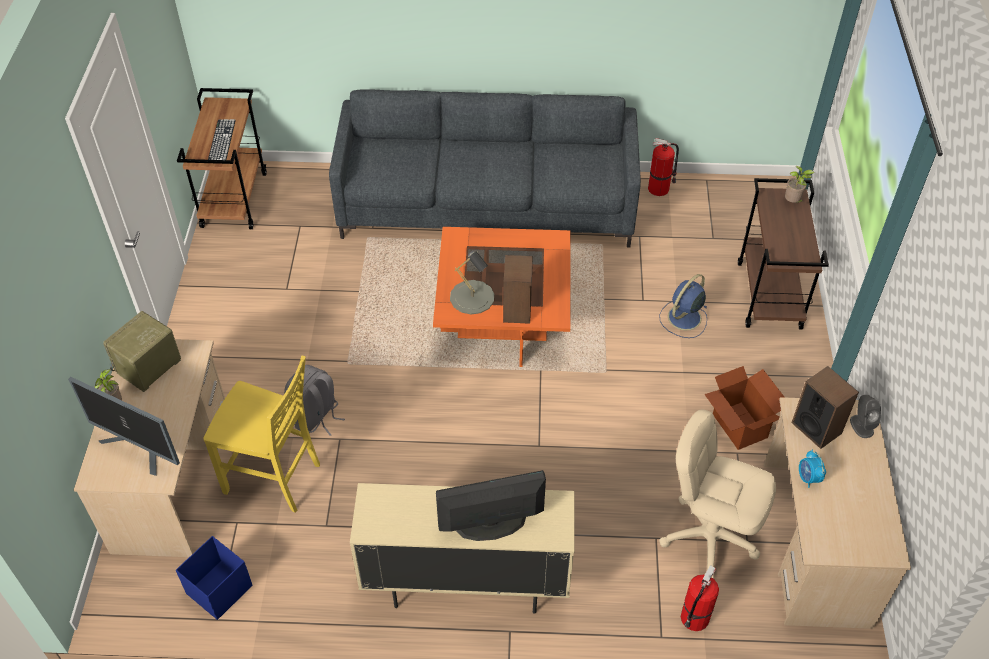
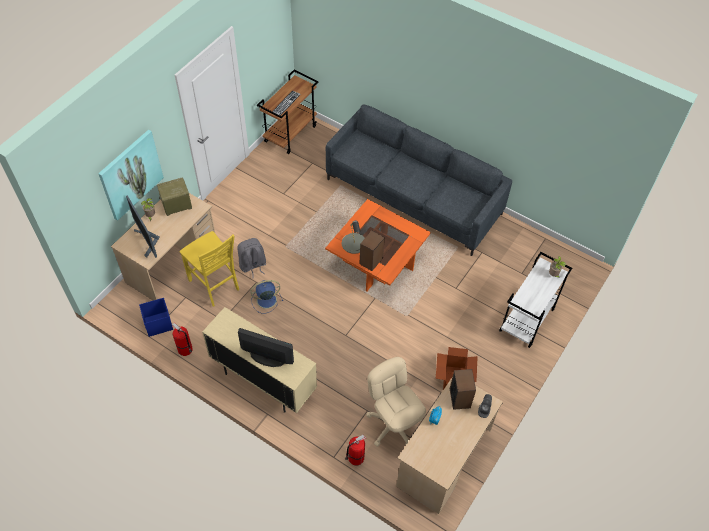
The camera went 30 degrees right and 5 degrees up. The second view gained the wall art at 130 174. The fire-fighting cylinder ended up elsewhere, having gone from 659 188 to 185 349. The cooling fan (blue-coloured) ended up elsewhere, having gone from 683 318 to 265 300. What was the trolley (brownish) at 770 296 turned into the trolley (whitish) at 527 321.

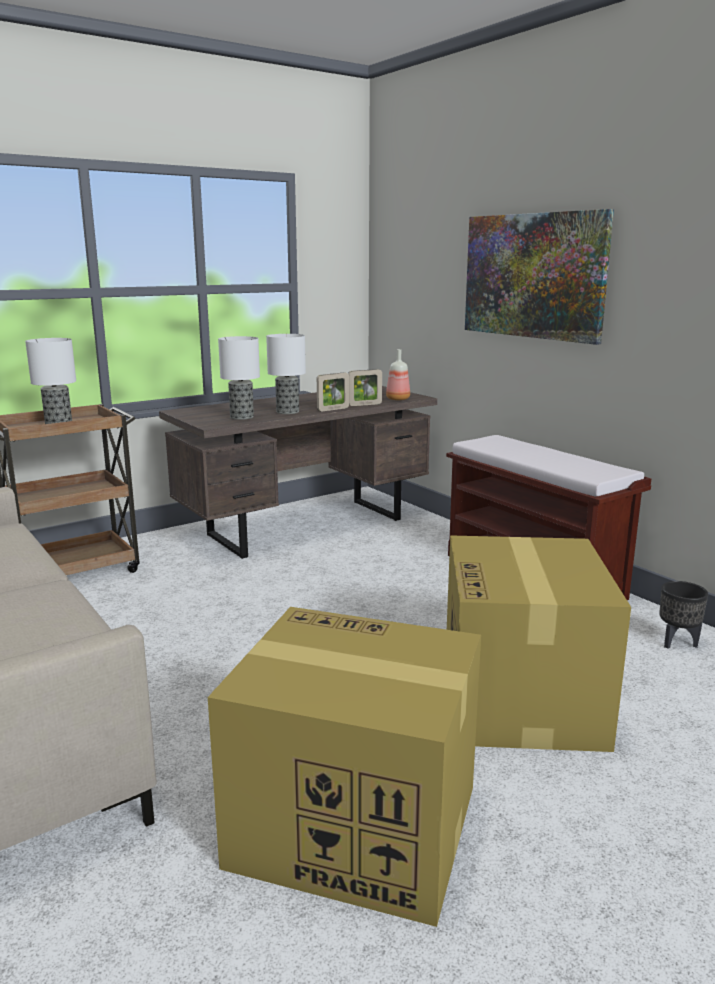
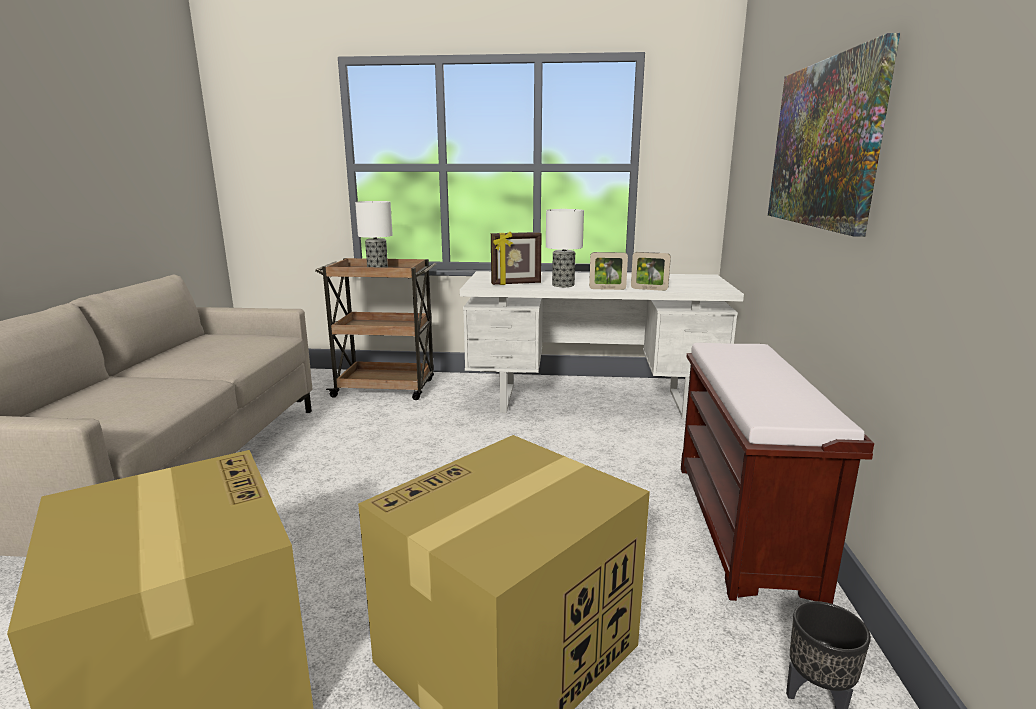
The camera went 40 degrees right and 0 degrees up. What was the desk table (brownish) at 307 526 turned into the desk table (whitish) at 593 401. Where the lamp for a table stood at 242 417, the picture frame came to stand at 516 283. The second view lost the bottle at 397 399.

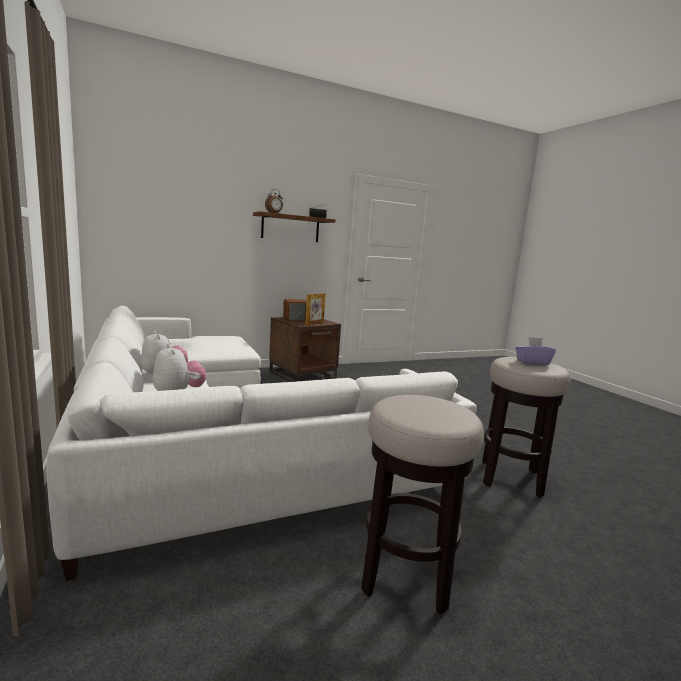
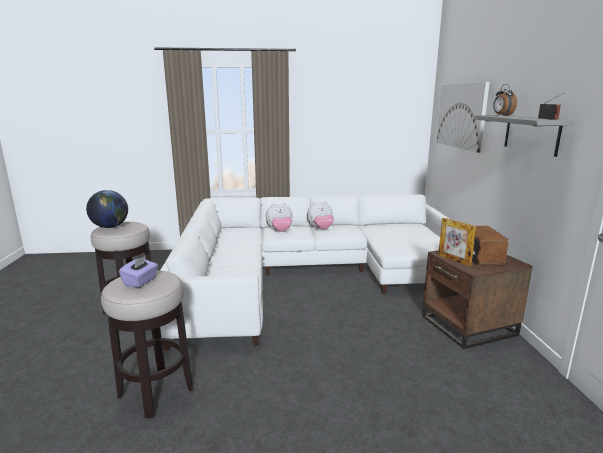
The camera went 110 degrees right and 5 degrees up. The second view gained the desk globe at 110 227. The second view gained the wall art at 461 115. What was the bracket shelf (brownish) at 290 228 turned into the bracket shelf (greyish) at 531 134.

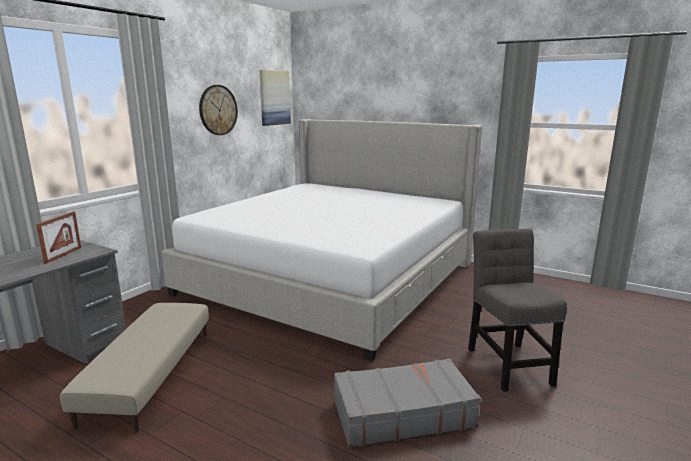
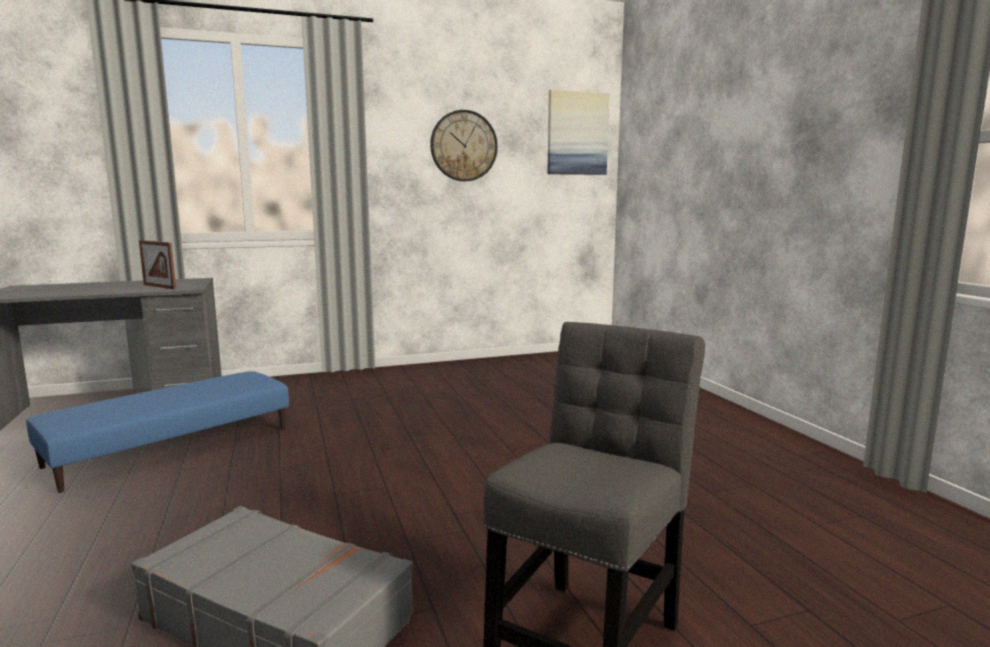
The camera went 40 degrees right and 5 degrees down. What was the pouffe (beige-coloured) at 150 374 turned into the pouffe (blue-coloured) at 171 446. The picture frame at 63 255 ended up facing another way, 75 degrees clockwise from before. The second view lost the bed at 332 278.

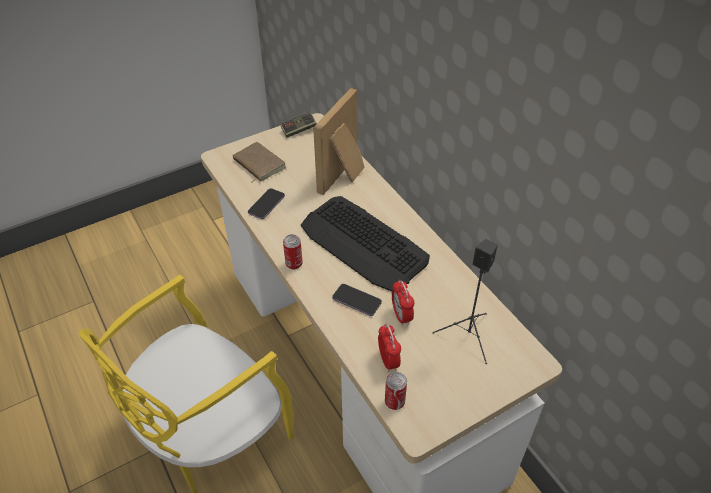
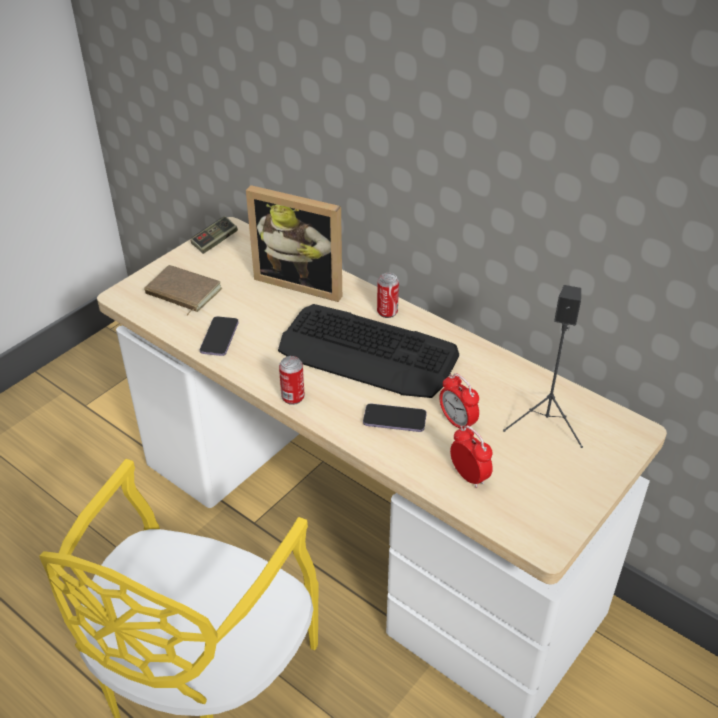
The camera went 20 degrees left and 5 degrees down. The picture frame at 344 175 ended up facing another way, 75 degrees counterclockwise from before. The can ended up elsewhere, having gone from 394 402 to 387 312.

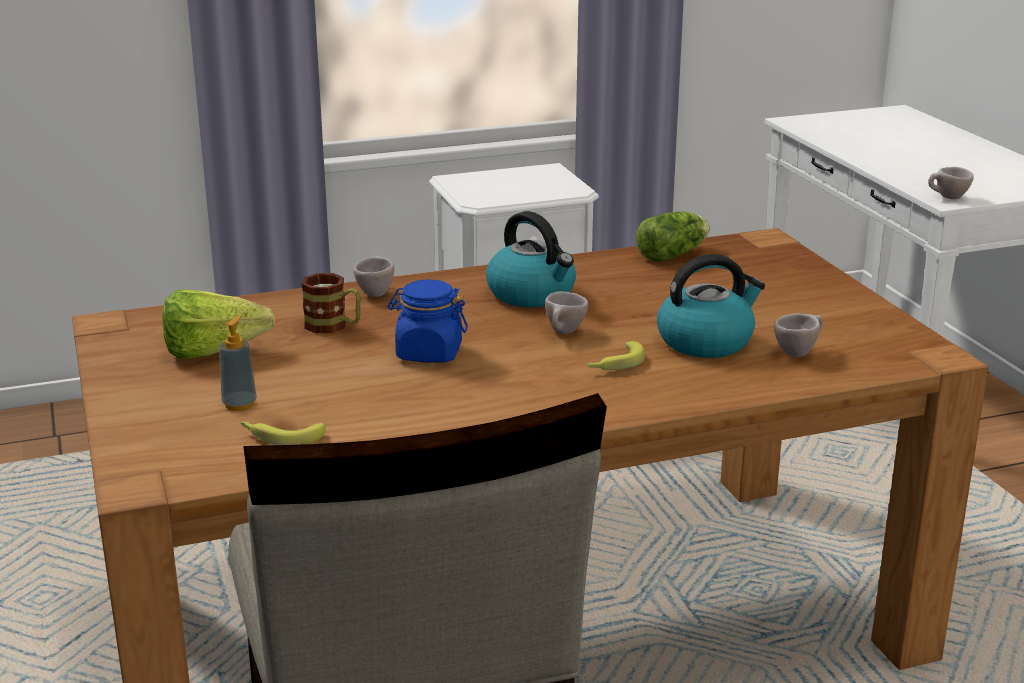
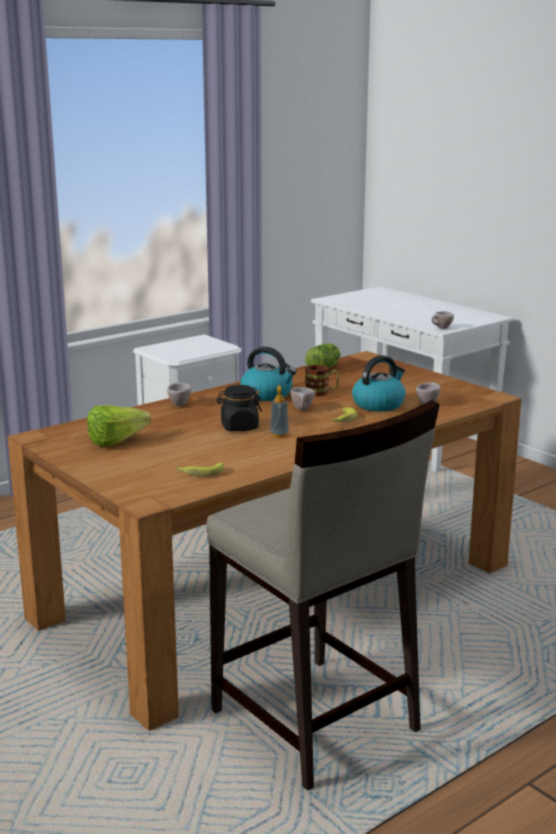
The camera went 20 degrees left and 5 degrees down. What was the jar (blue-coloured) at 428 353 turned into the jar (black-coloured) at 239 427. The liquid soap bottle ended up elsewhere, having gone from 239 404 to 279 434. The tea mug ended up elsewhere, having gone from 334 326 to 321 393.

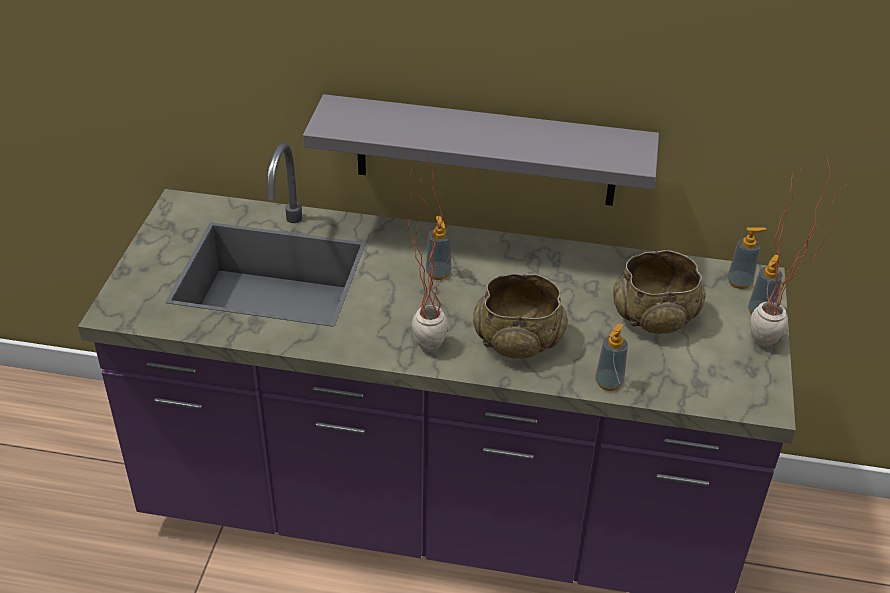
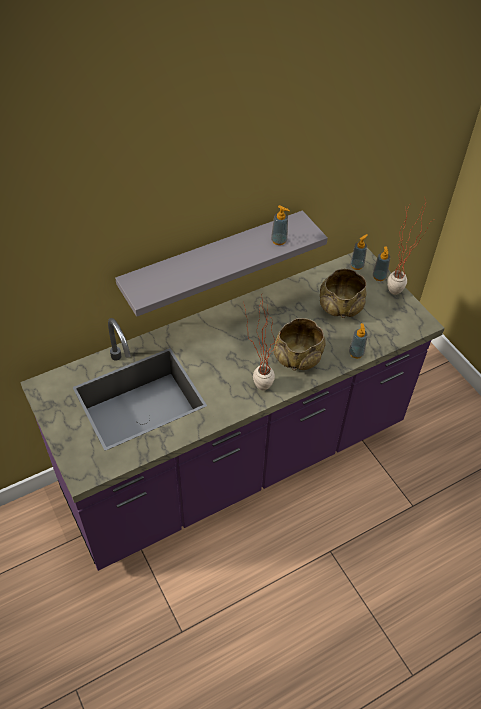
The camera went 40 degrees left and 10 degrees up. The liquid soap bottle ended up elsewhere, having gone from 438 273 to 279 240.

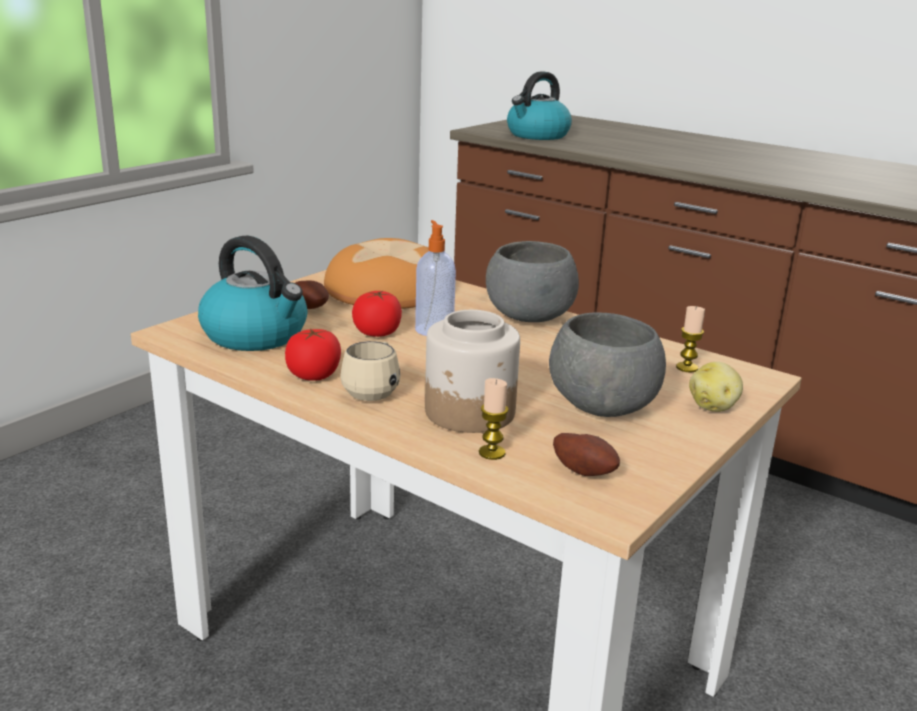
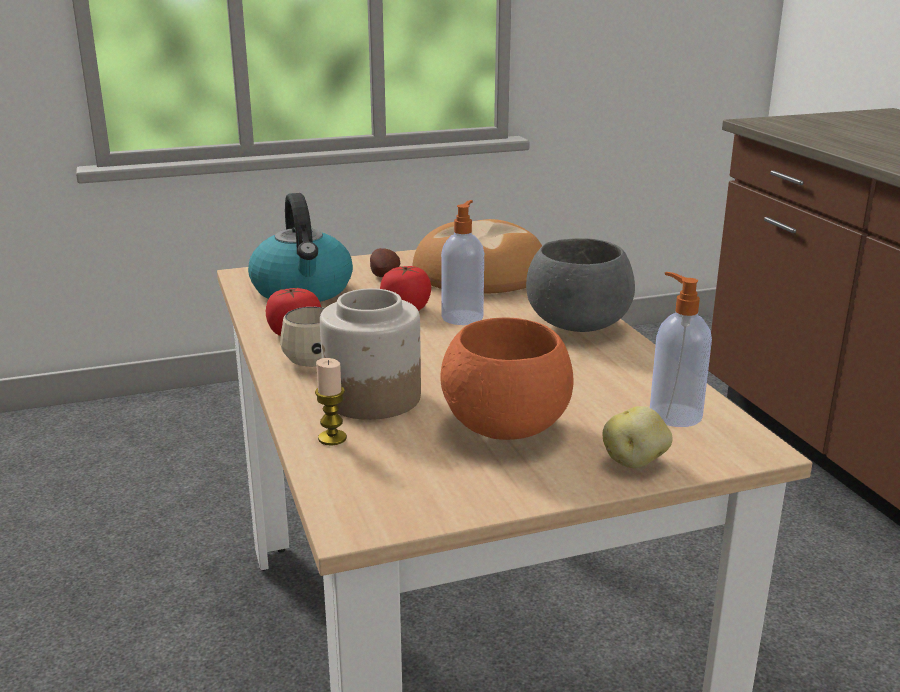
The camera went 35 degrees right and 0 degrees up. What was the deep dish (greyish) at 600 408 turned into the deep dish (orange) at 504 429. Where the candle stood at 687 368, the liquid soap bottle came to stand at 674 414. The second view lost the tea kettle at 537 135. The second view lost the whole potato at 585 471.

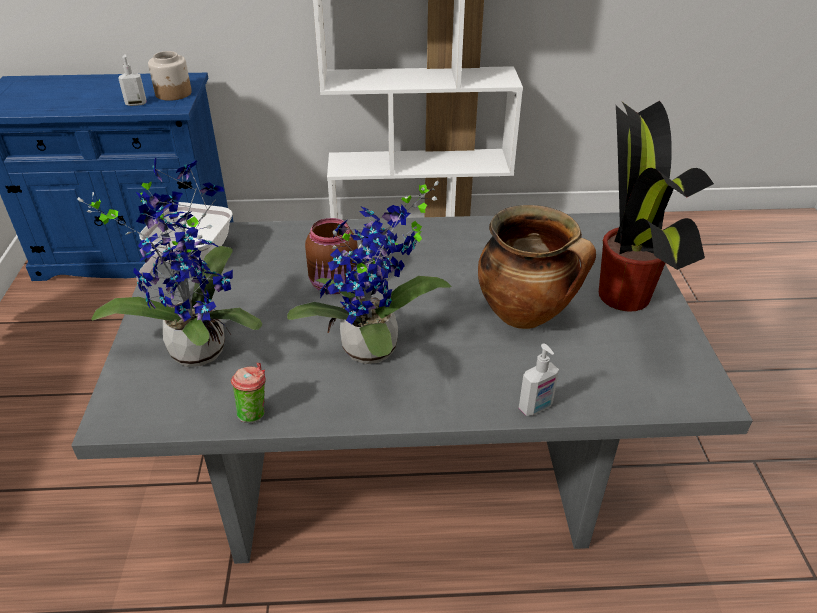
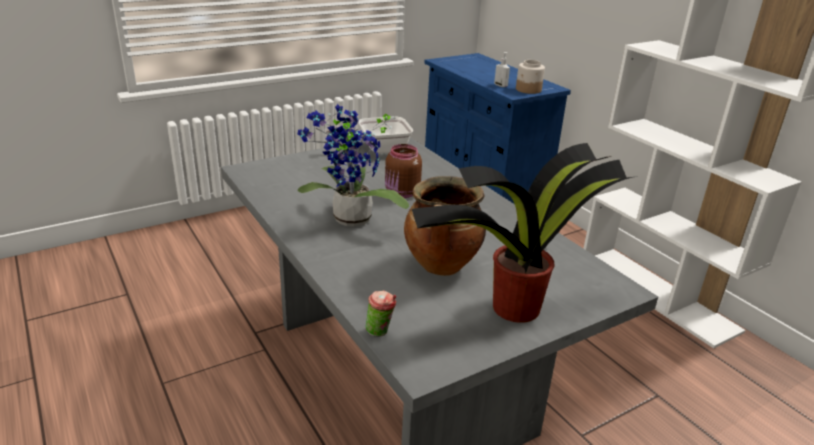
The camera went 60 degrees right and 10 degrees down. The drinking cup ended up elsewhere, having gone from 254 412 to 380 331. The second view lost the plant in a pot at 198 345. The second view lost the liquid soap bottle at 536 407.

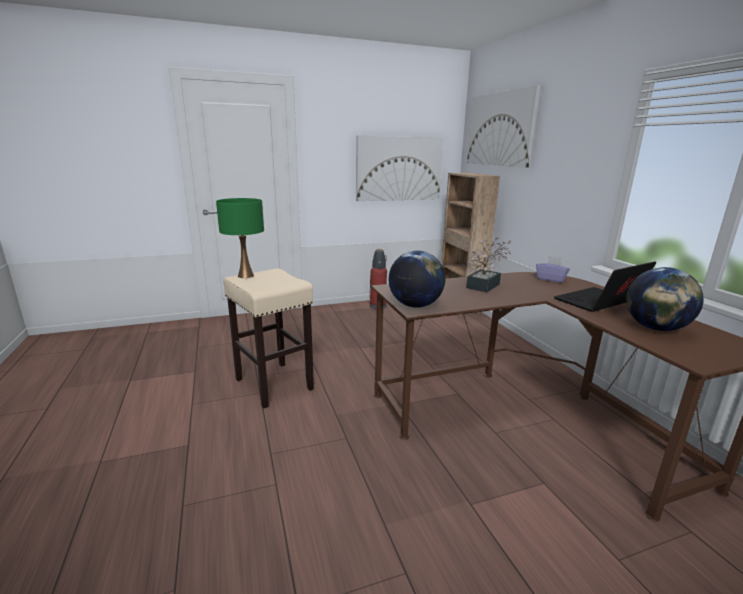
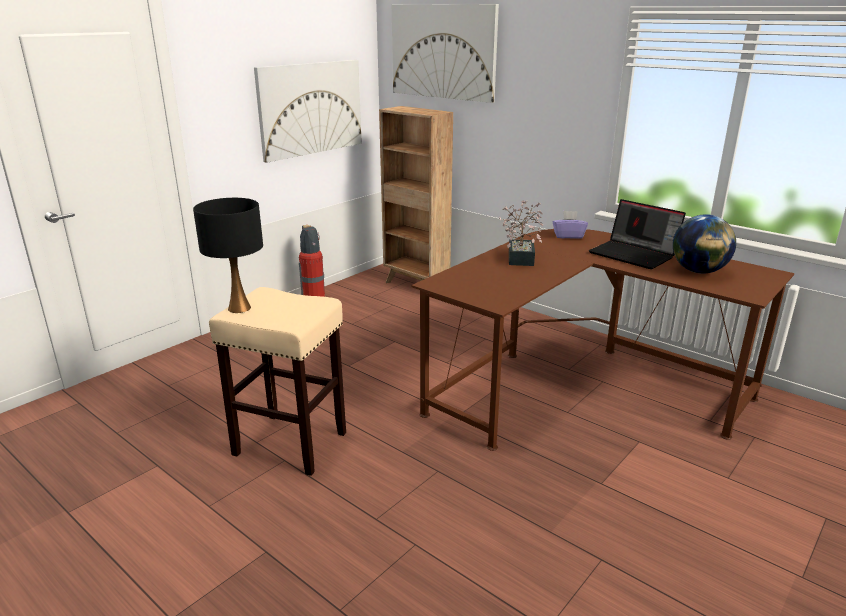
The camera went 30 degrees left and 5 degrees up. What was the lamp for a table (green) at 245 275 turned into the lamp for a table (black-coloured) at 239 308. The notebook computer at 598 302 ended up facing another way, 75 degrees counterclockwise from before. The second view lost the desk globe at 415 305.

